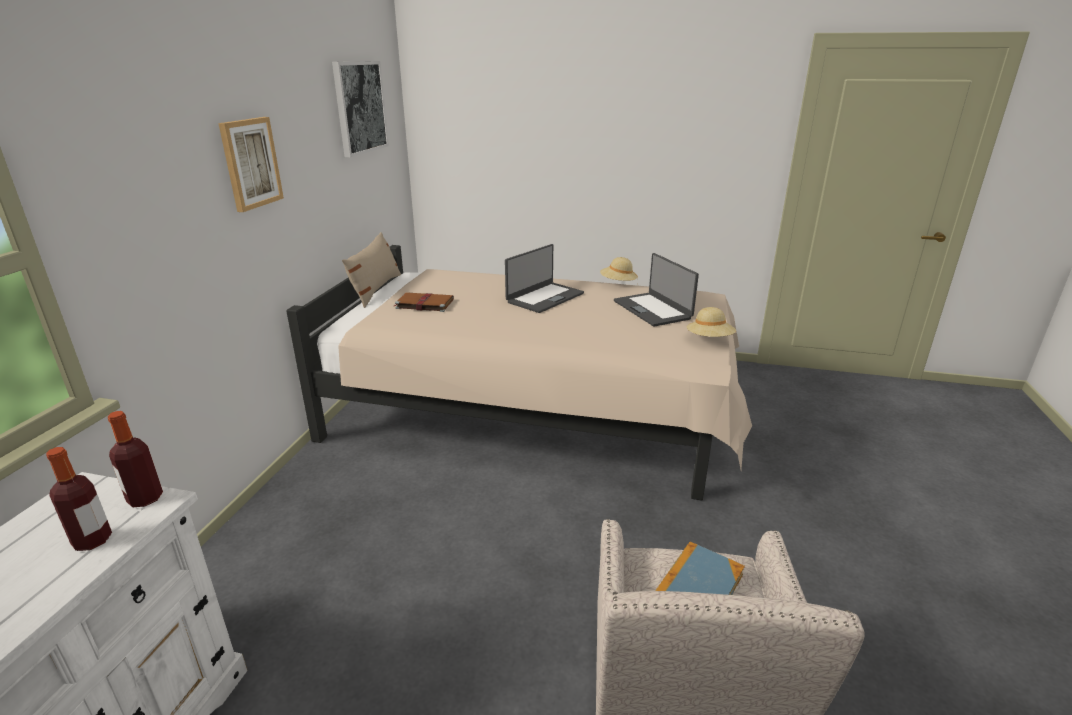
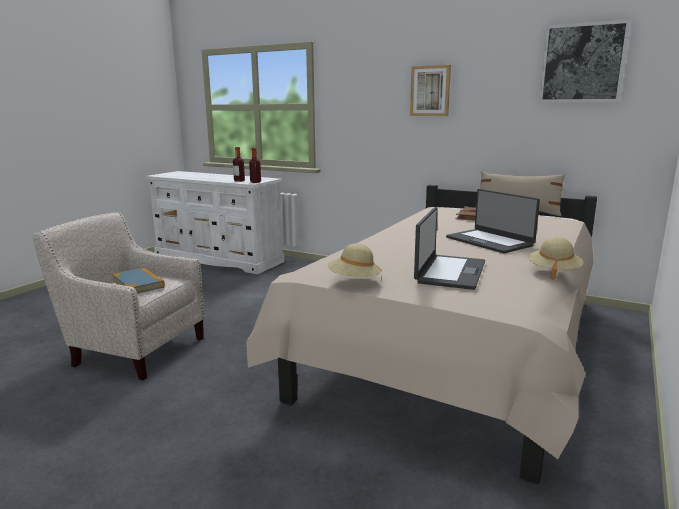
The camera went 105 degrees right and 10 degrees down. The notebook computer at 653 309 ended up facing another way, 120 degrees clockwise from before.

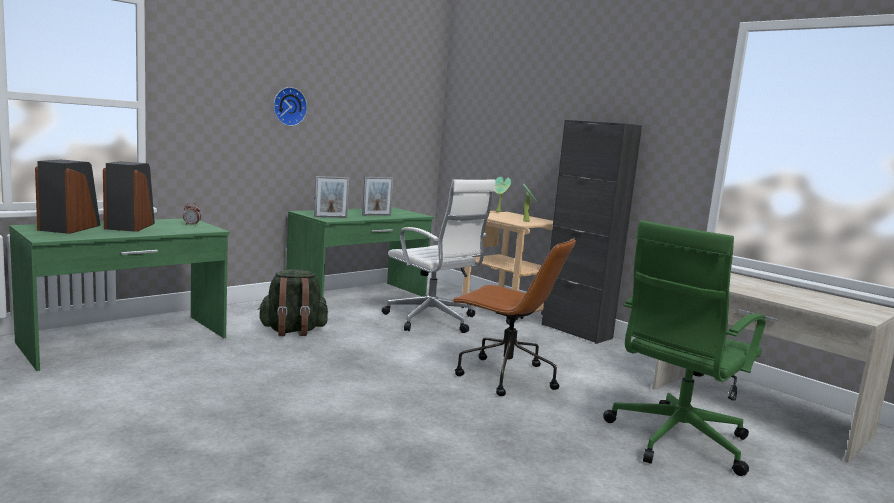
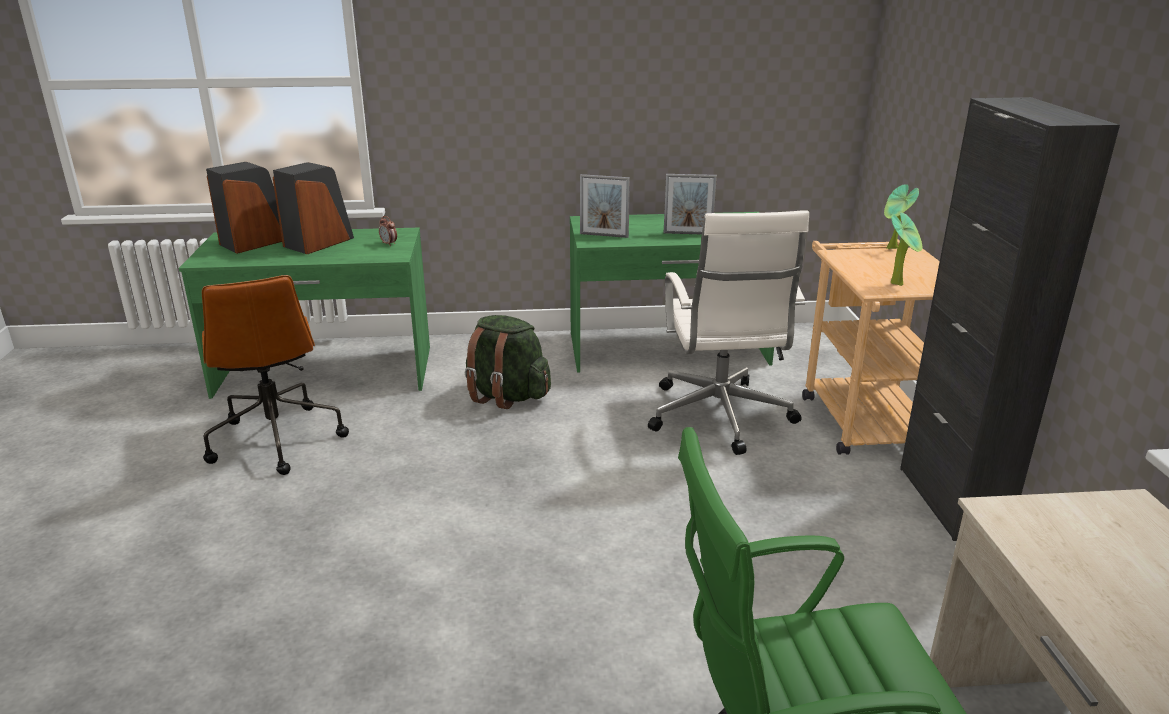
The camera went 40 degrees right and 15 degrees up. The desk chair (brownish) ended up elsewhere, having gone from 504 376 to 276 439. The second view lost the wall clock at 288 106.

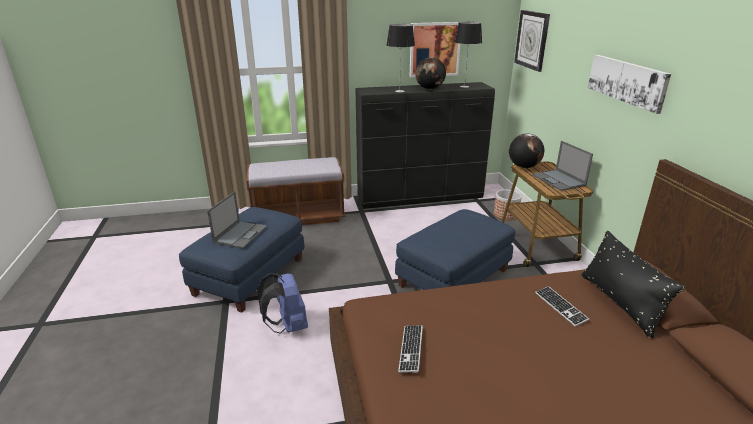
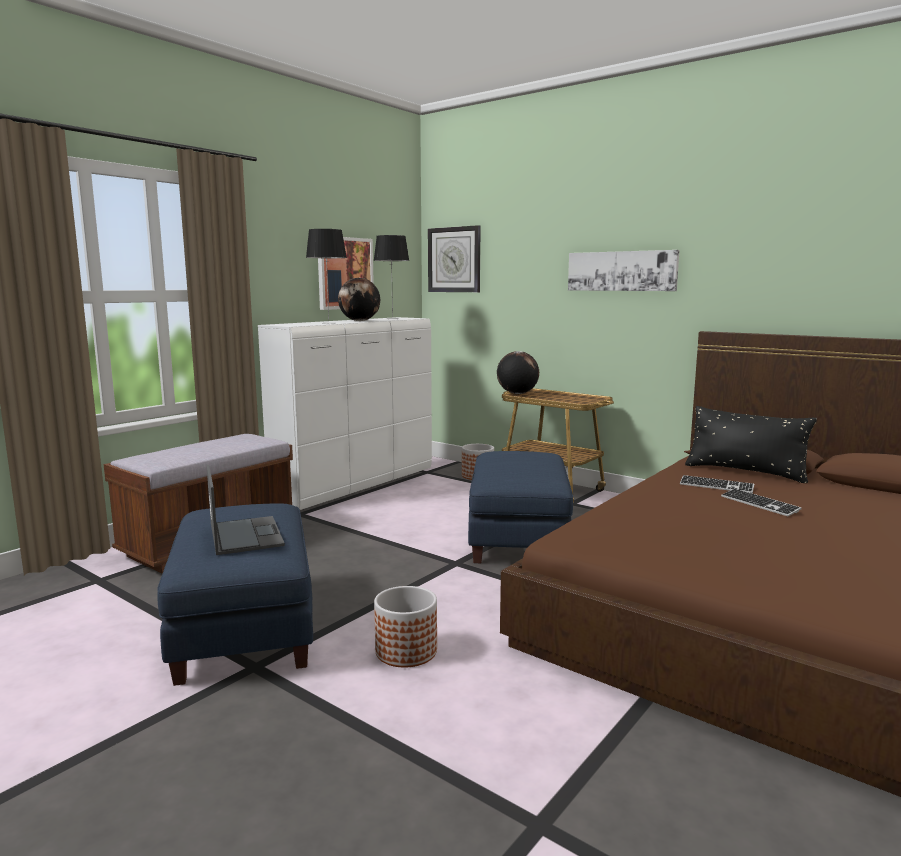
The camera went 40 degrees left and 15 degrees down. What was the dresser (black-coloured) at 421 198 turned into the dresser (whitish) at 358 485. Where the backpack (blue-coloured) stood at 287 326, the planter came to stand at 405 651. The PC keyboard ended up elsewhere, having gone from 411 349 to 759 504. The second view lost the notebook computer at 559 180.

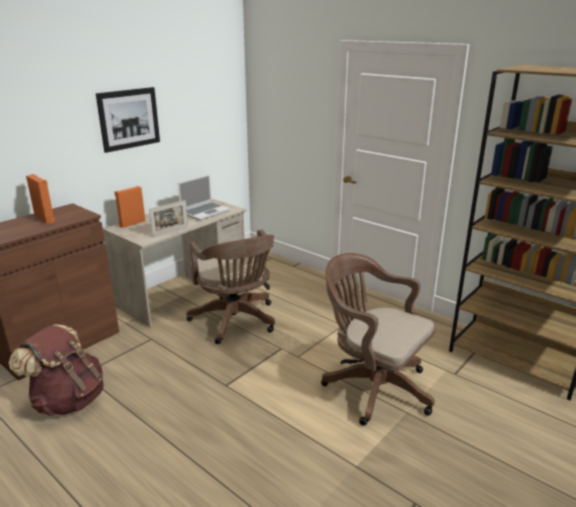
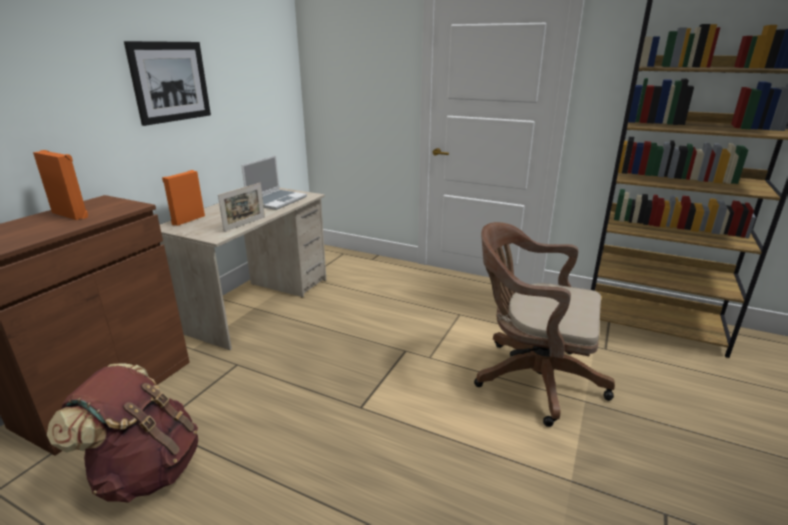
The camera went 15 degrees left and 0 degrees up. The second view lost the desk chair (brownish) at 235 321.

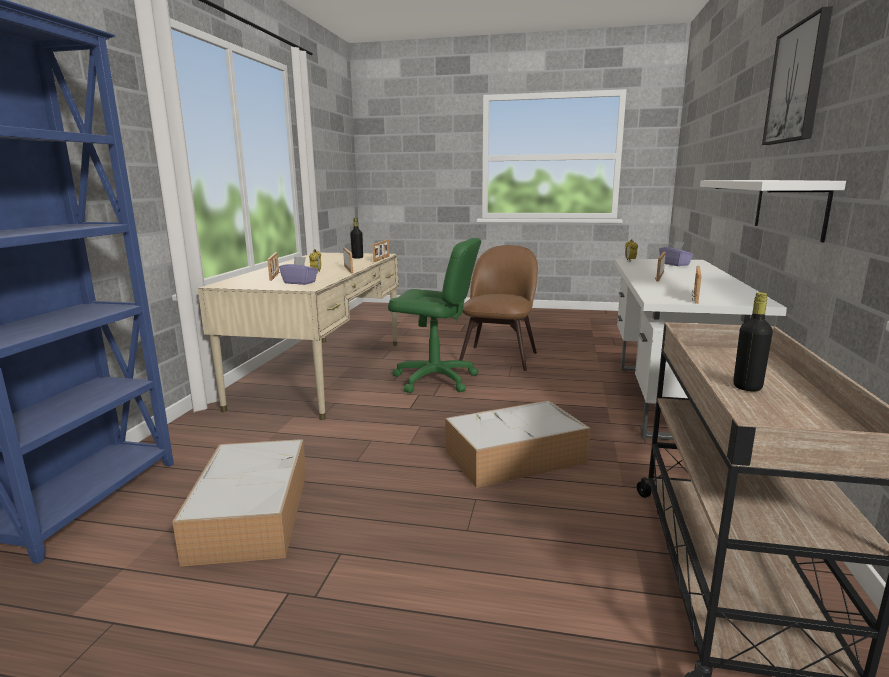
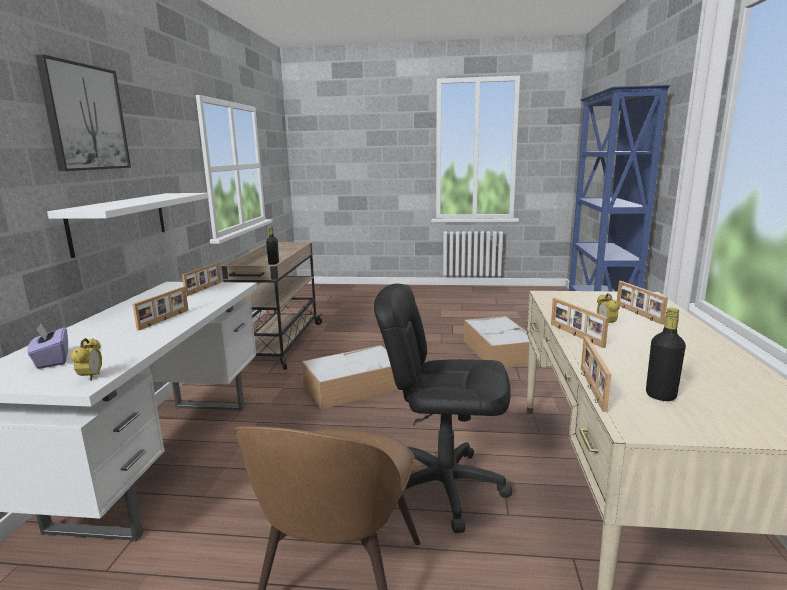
The camera went 175 degrees right and 0 degrees up. What was the desk chair (green) at 435 379 turned into the desk chair (black-coloured) at 444 487. The second view lost the box of tissues (purple-coloured) at 300 282.

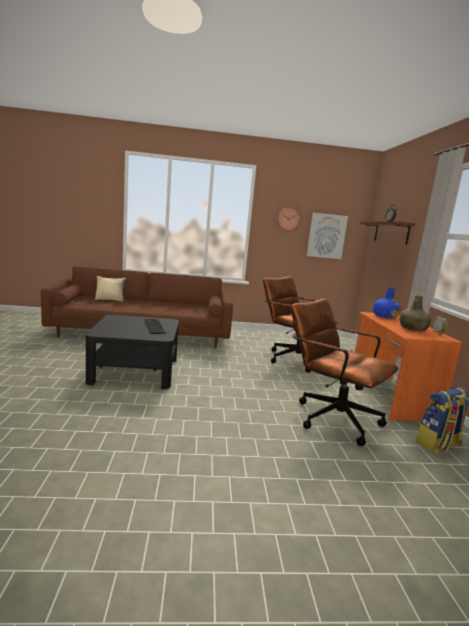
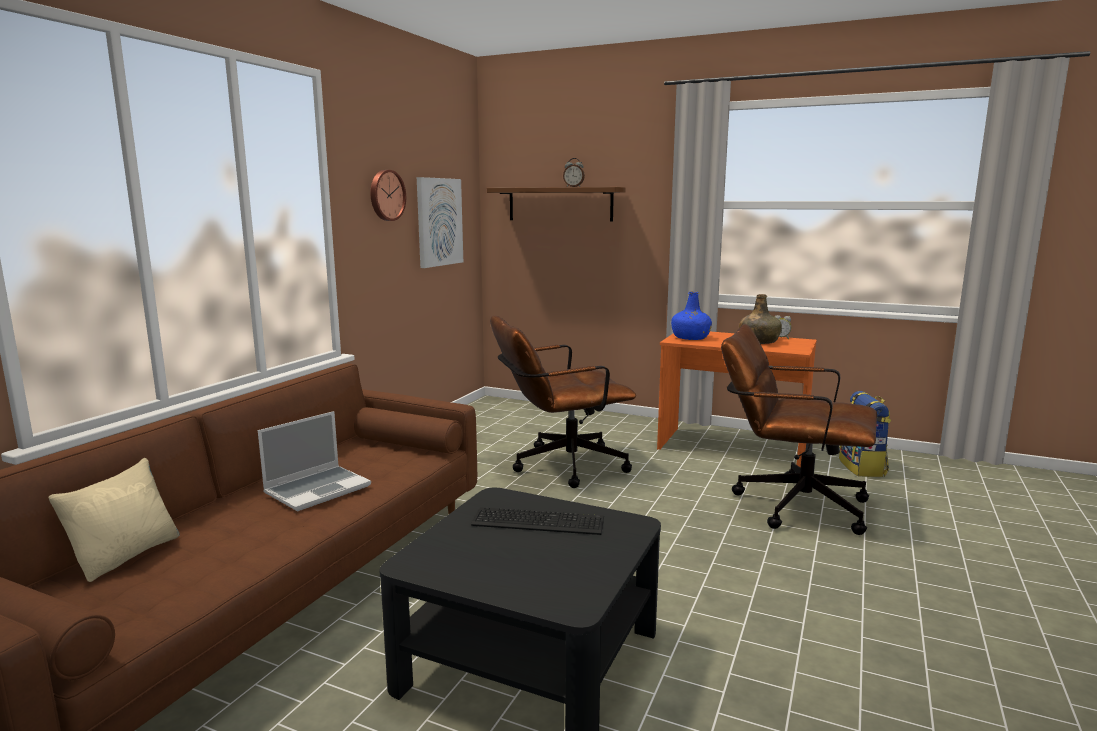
The camera went 60 degrees left and 0 degrees up. The second view gained the notebook computer at 318 489. The desk chair (brownish) at 330 416 ended up facing another way, 45 degrees clockwise from before.

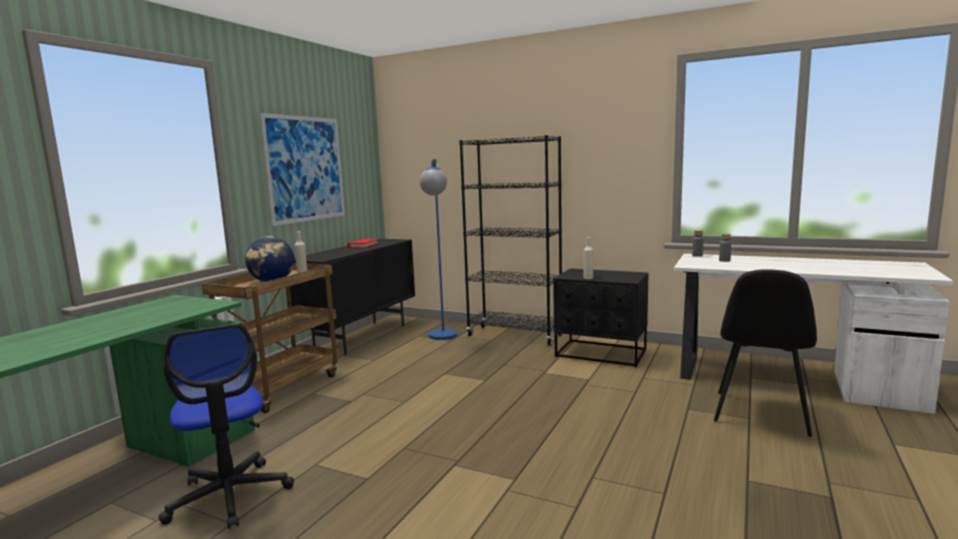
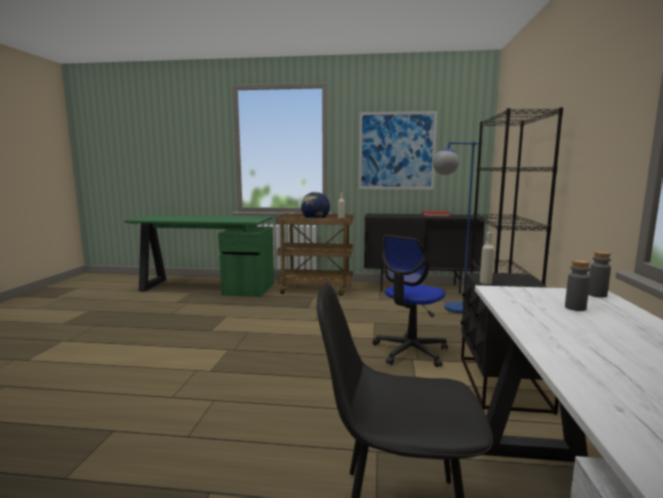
The camera went 70 degrees right and 0 degrees up. The desk chair ended up elsewhere, having gone from 229 496 to 410 351.

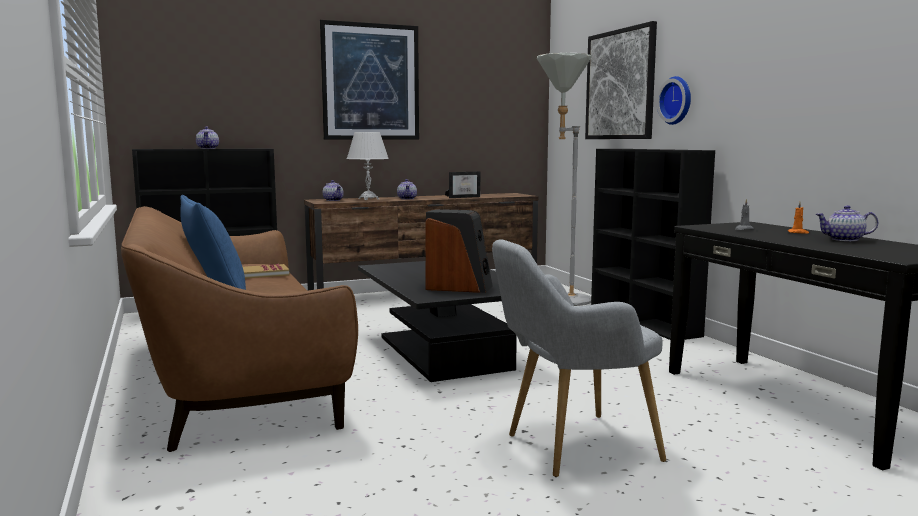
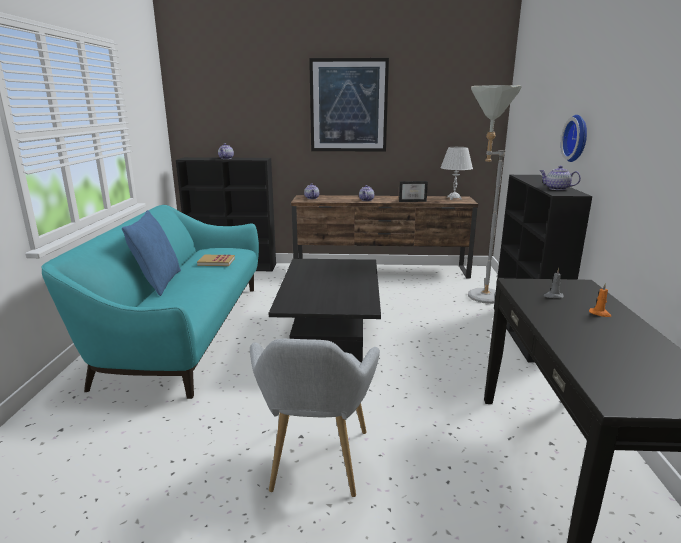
The camera went 25 degrees right and 10 degrees up. What was the settee (brownish) at 234 376 turned into the settee (turquoise) at 183 331. The armchair (greyish) at 571 447 ended up facing another way, 90 degrees counterclockwise from before. The lamp for a table (whitish) ended up elsewhere, having gone from 368 199 to 454 198. The tea pot ended up elsewhere, having gone from 844 239 to 557 189. The second view lost the audio speaker at 459 287. The second view lost the wall art at 620 85.

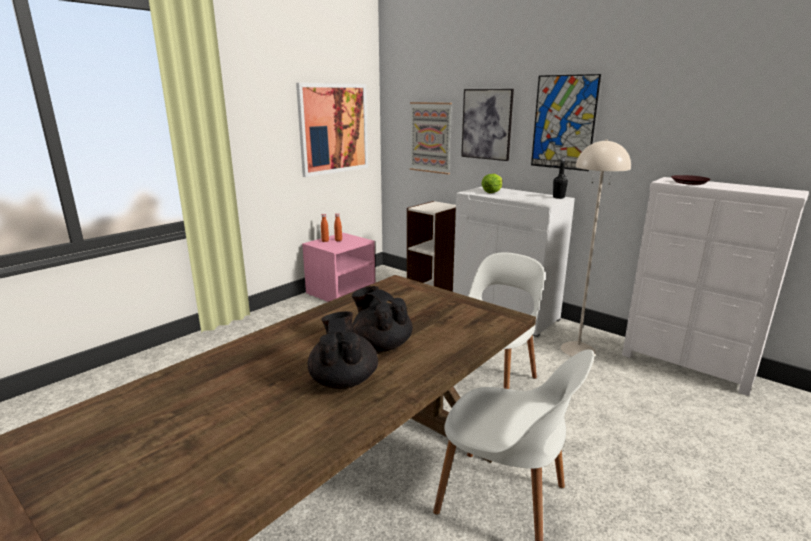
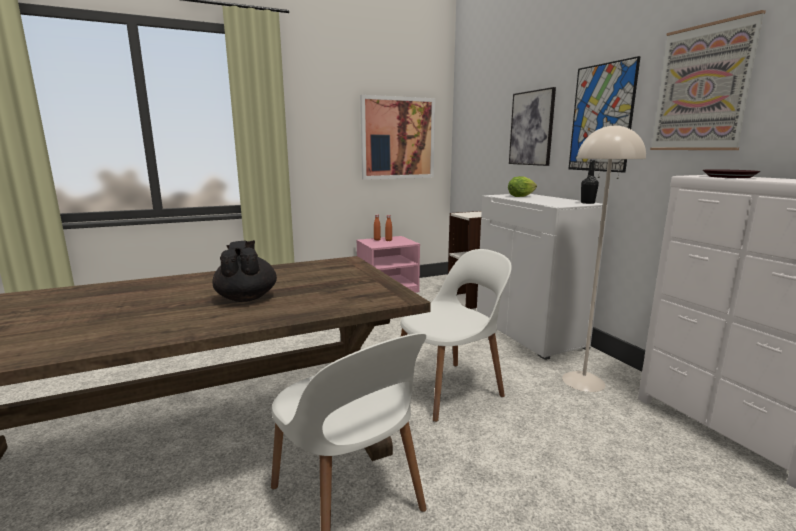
The camera went 25 degrees right and 5 degrees down. The wall art ended up elsewhere, having gone from 430 137 to 702 88. The second view lost the tea pot (black-coloured) at 343 380.

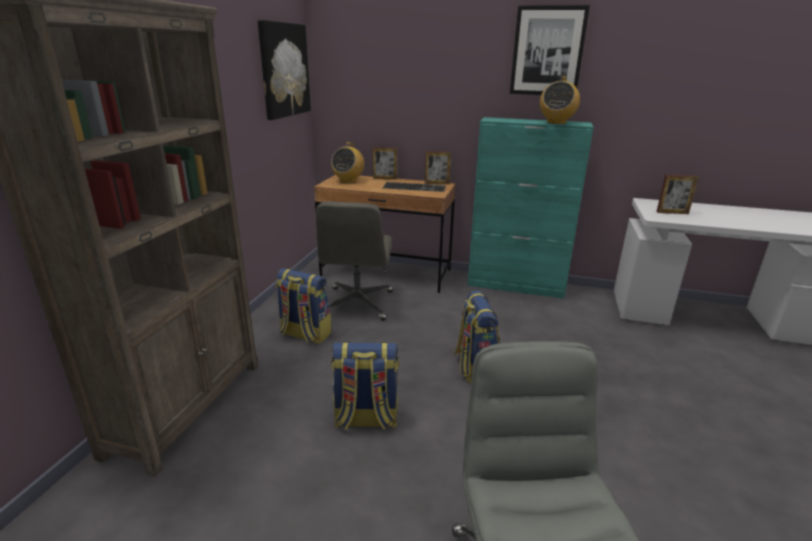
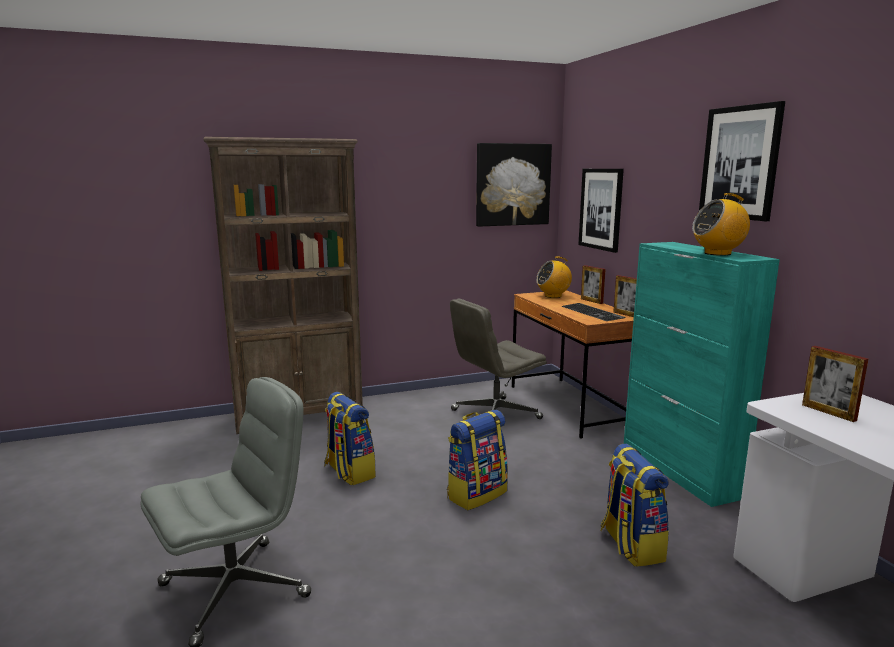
The camera went 55 degrees right and 10 degrees down. The second view gained the wall art at 601 209. The backpack ended up elsewhere, having gone from 304 334 to 630 545.

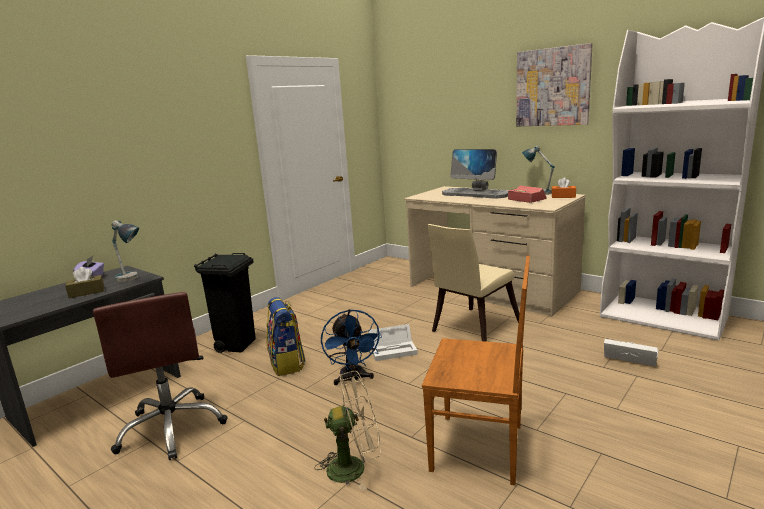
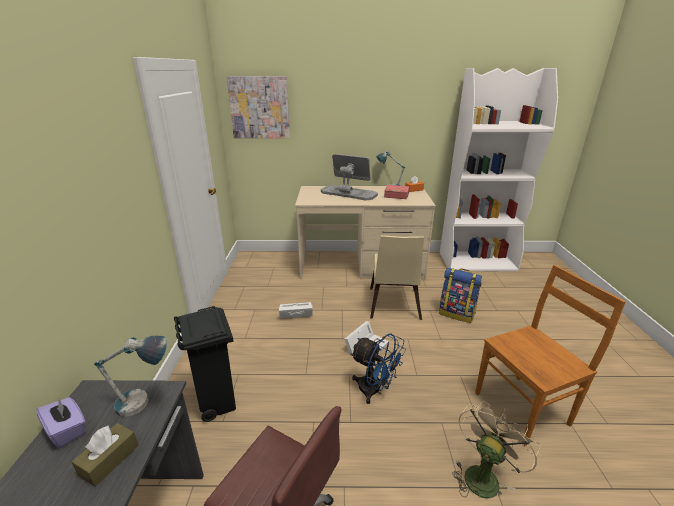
The camera went 40 degrees left and 10 degrees up. The wall art ended up elsewhere, having gone from 552 87 to 259 107. The storage container (whitish) ended up elsewhere, having gone from 628 357 to 295 313. The computer screen at 476 194 ended up facing another way, 150 degrees counterclockwise from before. The backpack ended up elsewhere, having gone from 287 364 to 457 313.

